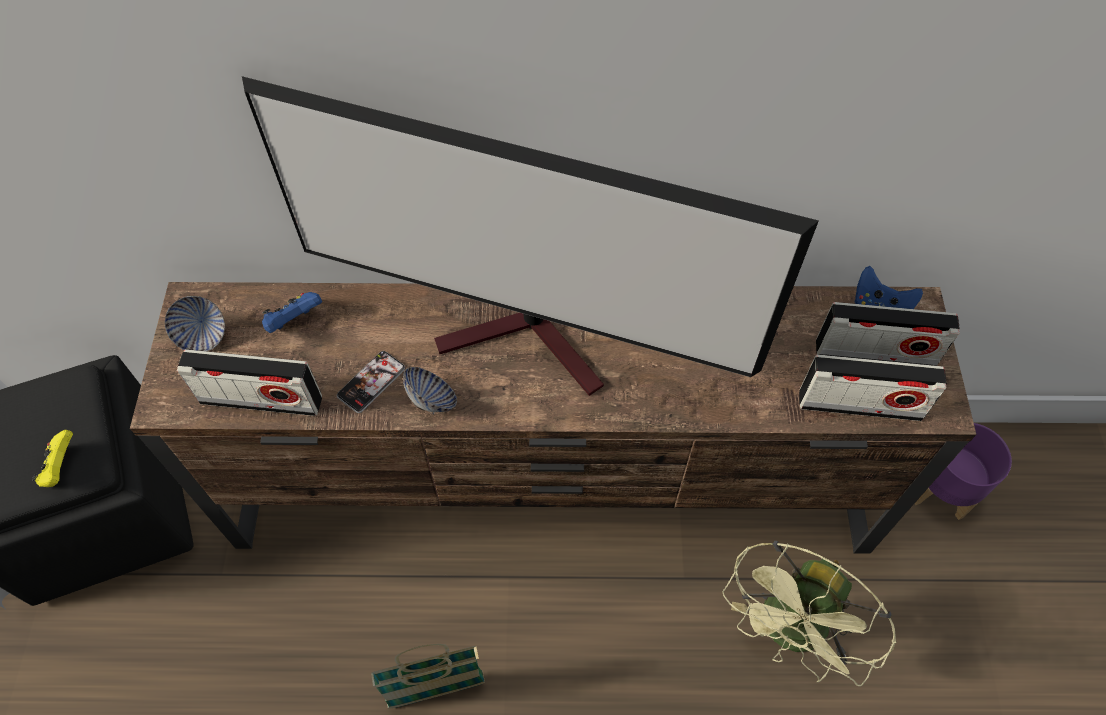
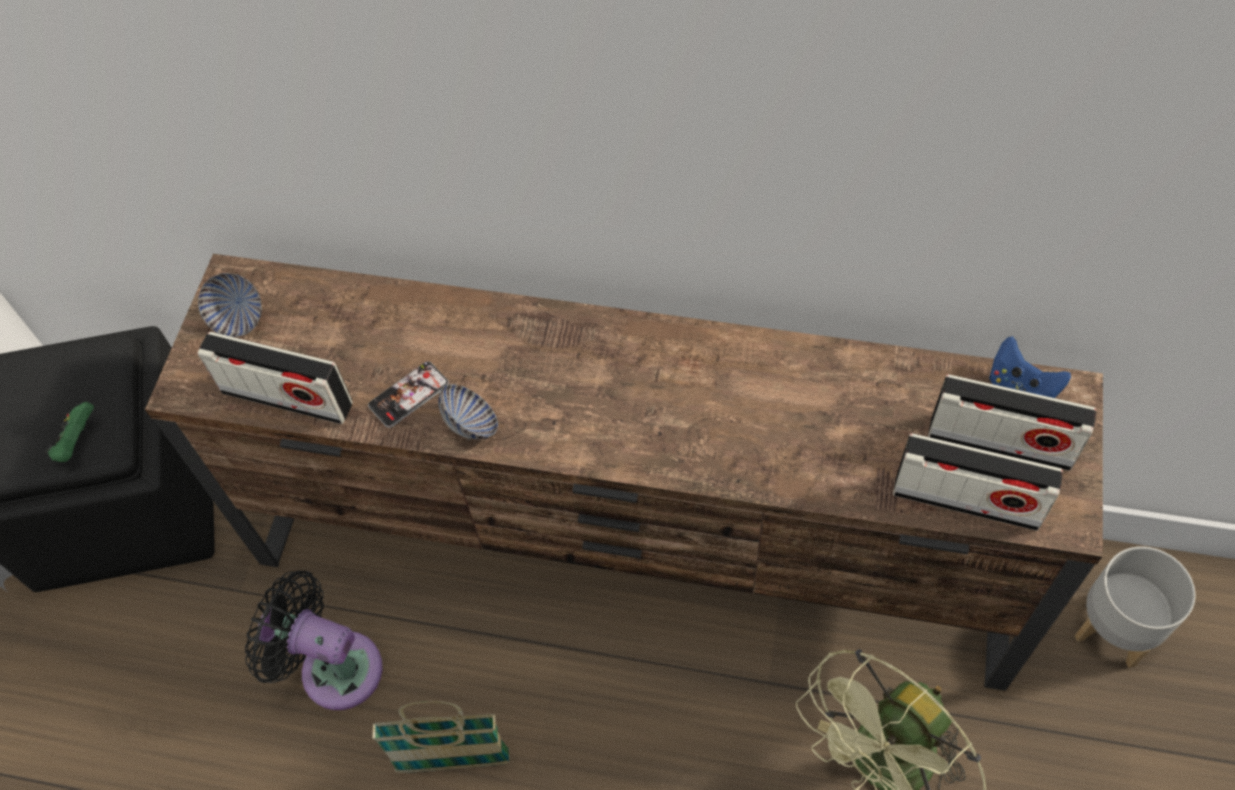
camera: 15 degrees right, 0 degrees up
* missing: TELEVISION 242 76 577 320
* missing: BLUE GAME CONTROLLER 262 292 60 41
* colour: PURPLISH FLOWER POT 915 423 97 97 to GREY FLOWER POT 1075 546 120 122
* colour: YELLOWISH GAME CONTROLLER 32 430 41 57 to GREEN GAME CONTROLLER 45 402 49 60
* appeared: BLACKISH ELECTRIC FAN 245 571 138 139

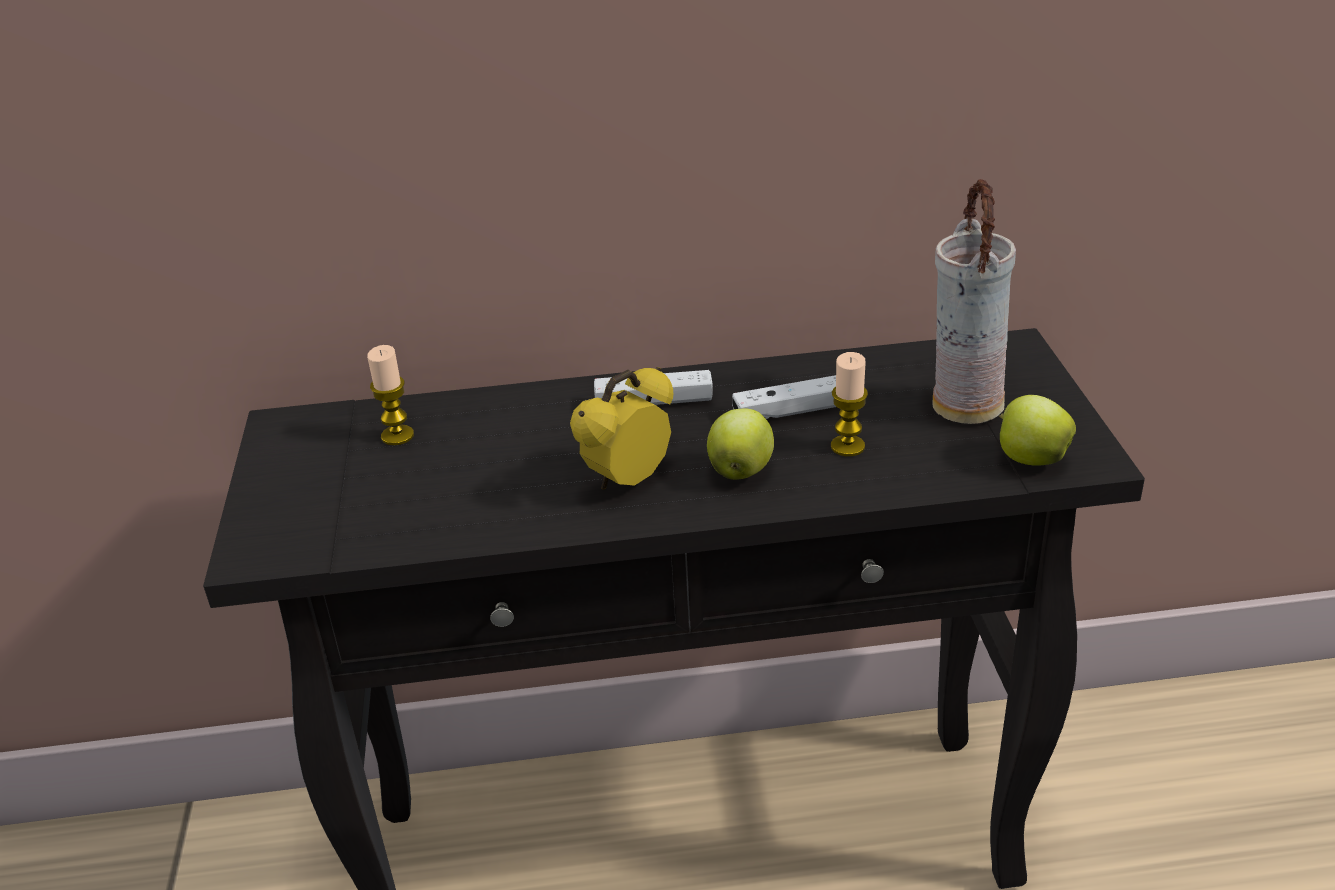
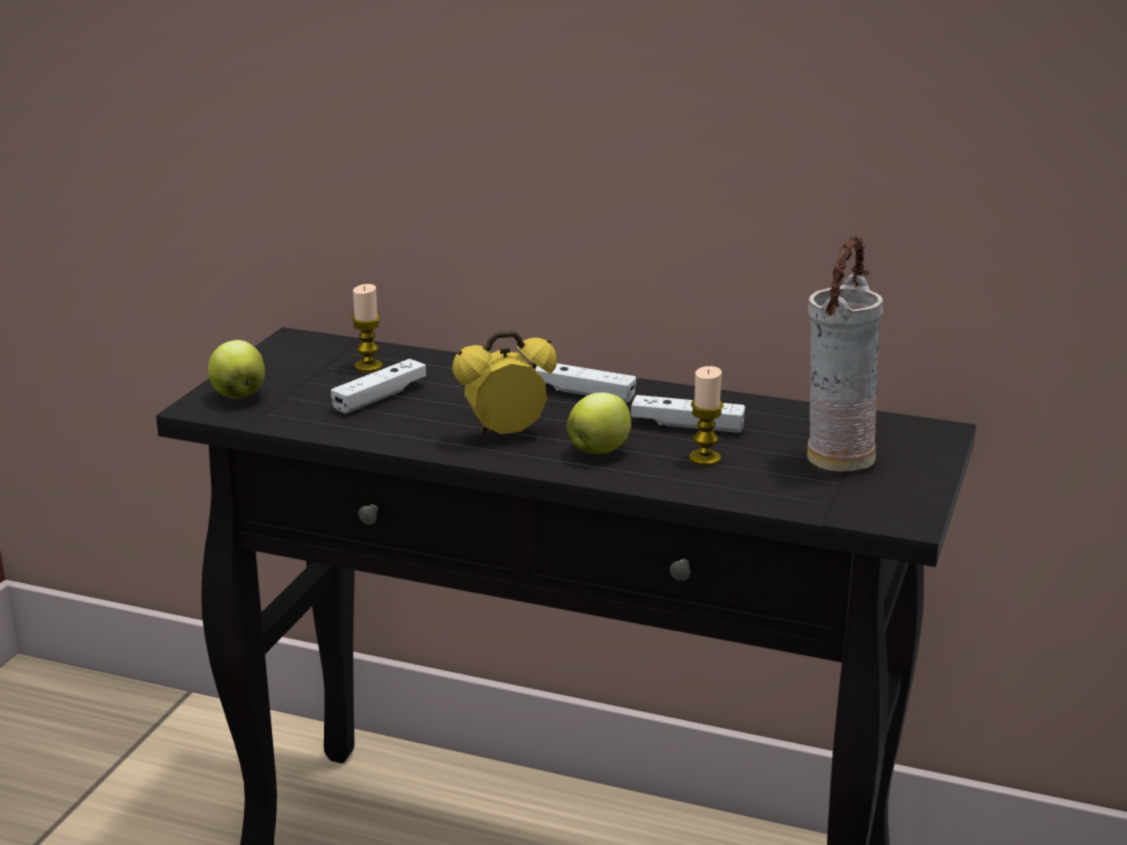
camera: 25 degrees right, 10 degrees down
* relocated: APPLE 999 395 77 71 to 208 340 57 59
* appeared: WHITE GAME CONTROLLER 331 359 96 55

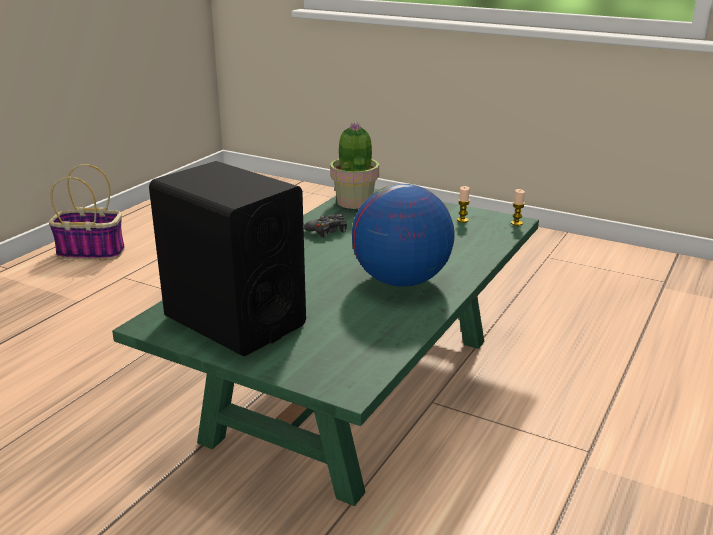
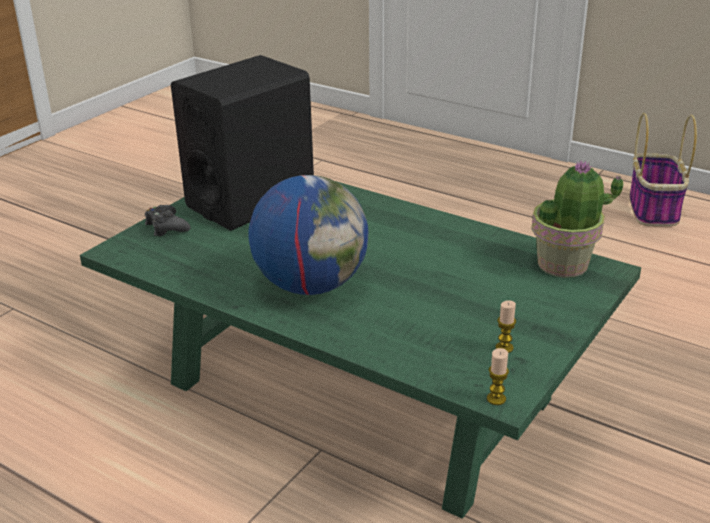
camera: 95 degrees right, 5 degrees up
* relocated: BLACKISH GAME CONTROLLER 304 214 43 24 to 145 205 46 31

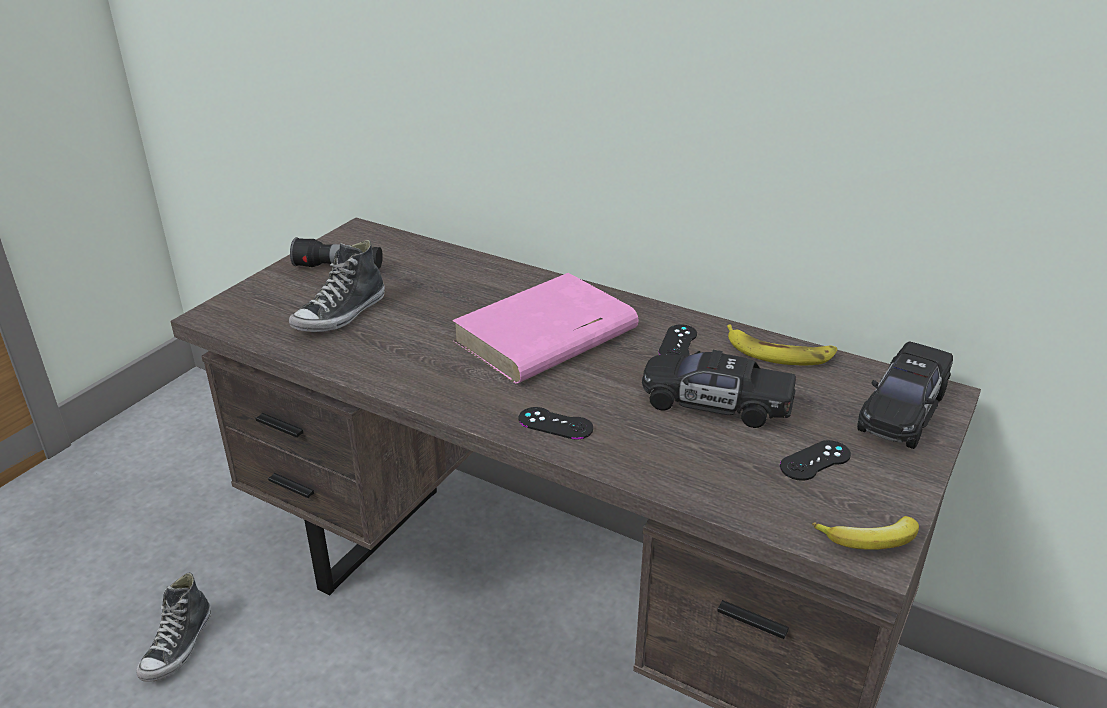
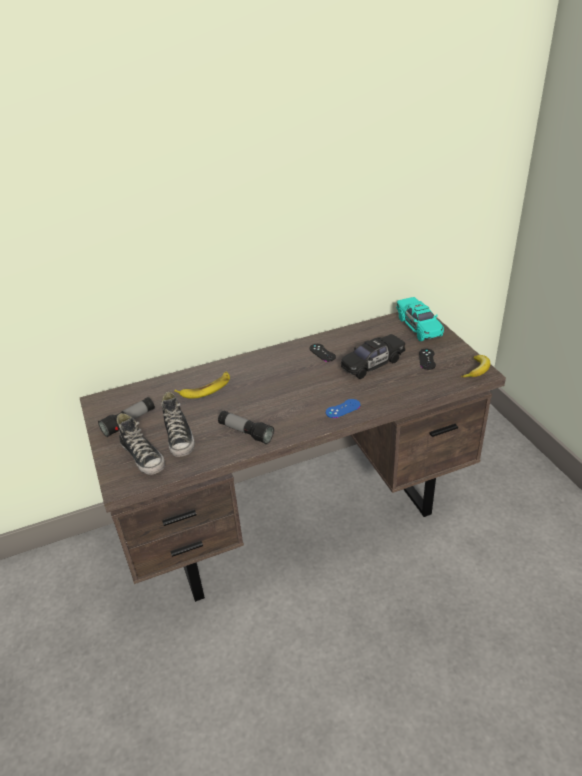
camera: 50 degrees left, 5 degrees up
* missing: PINK-COLOURED BOOK 452 273 187 111
* relocated: WHOLE BANANA 727 325 110 40 to 174 371 56 28
* colour: BLACKISH MINIATURE CAR 857 342 96 107 to TURQUOISE MINIATURE CAR 396 297 48 44
* colour: BLACKISH GAME CONTROLLER 519 407 74 33 to BLUE GAME CONTROLLER 326 399 35 19
* relocated: SHOE 137 573 74 109 to 116 413 49 62
* appeared: FLASHLIGHT 218 411 56 33

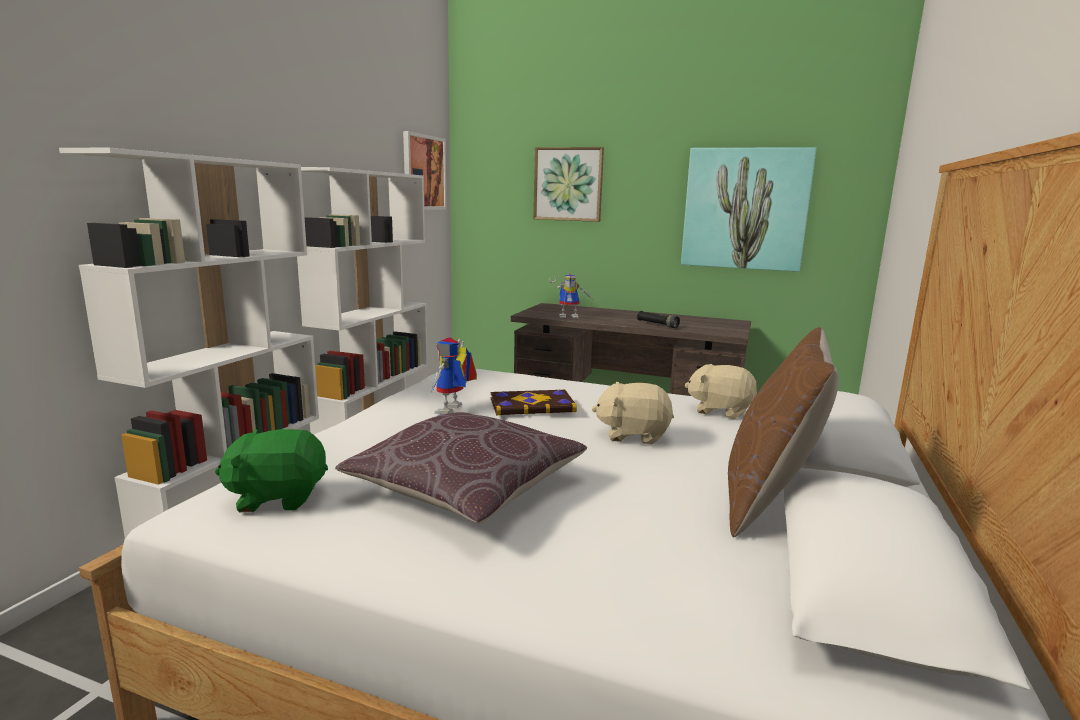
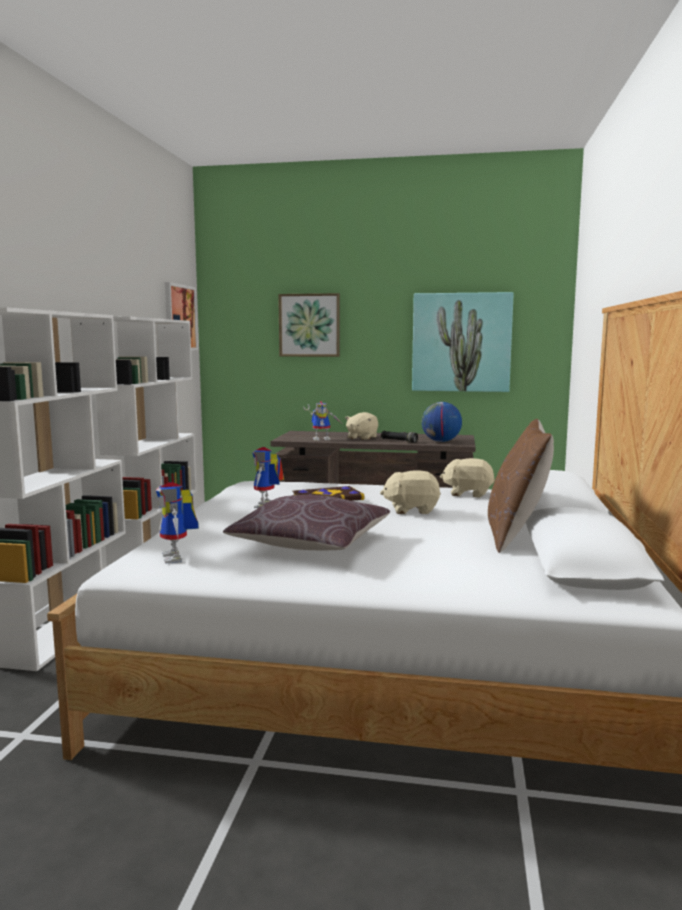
camera: 10 degrees left, 5 degrees down
* exchanged: GREEN SOFT TOY 215 429 113 83 to ROBOT FIGURE 156 482 43 82
* appeared: WORLD GLOBE 422 402 40 40
* appeared: SAND-COLOURED SOFT TOY 345 412 33 28

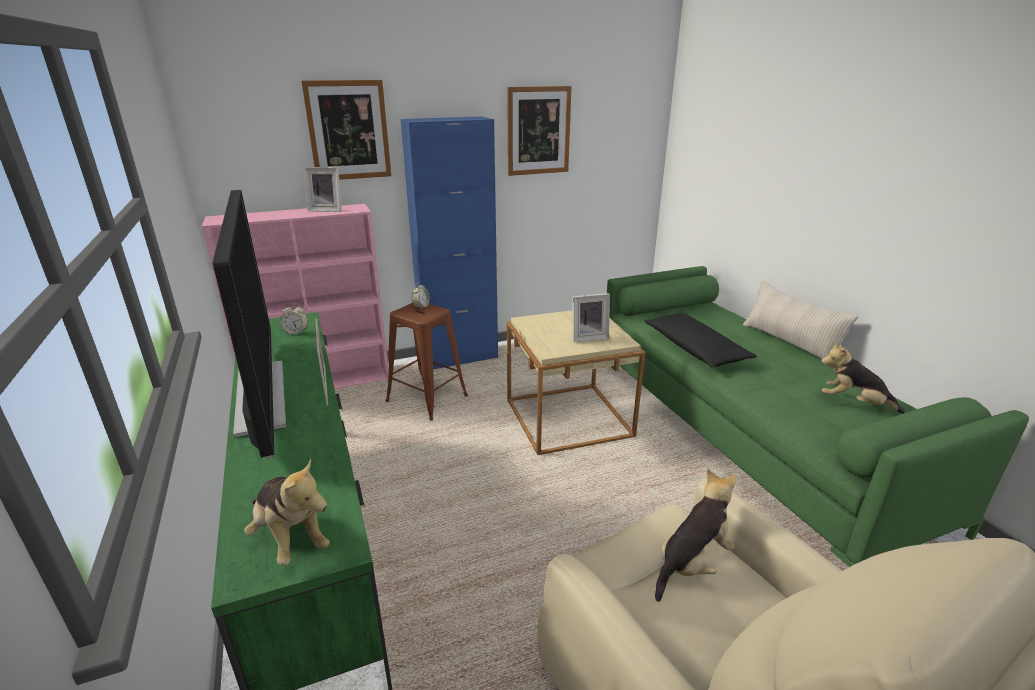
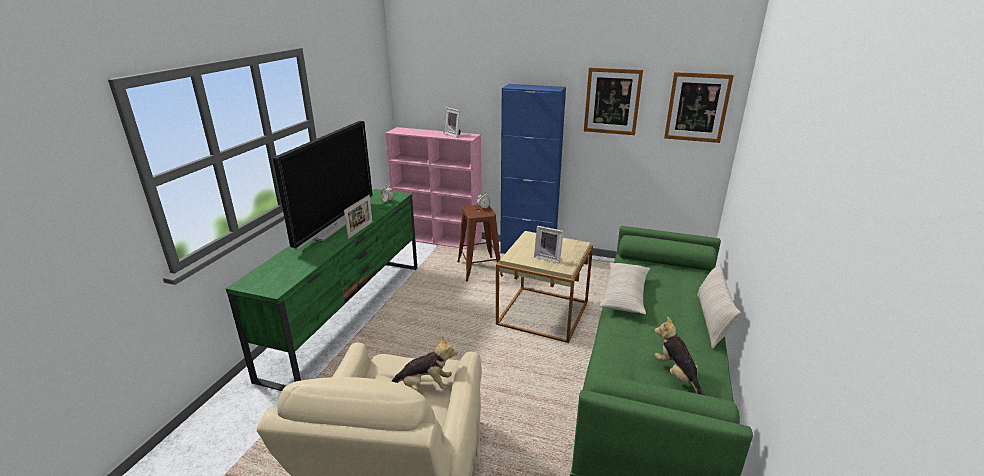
camera: 40 degrees right, 0 degrees up
* relocated: PICTURE 301 80 90 100 to 664 72 70 71
* colour: BLACKISH CUSHION 644 313 113 54 to SAND-COLOURED CUSHION 600 262 50 52
* missing: SOFT TOY 244 458 86 108

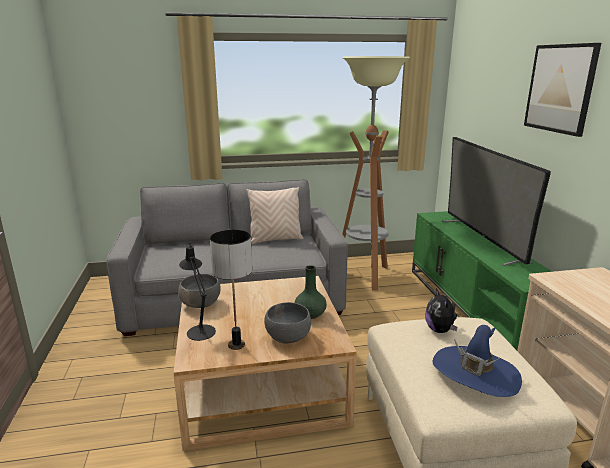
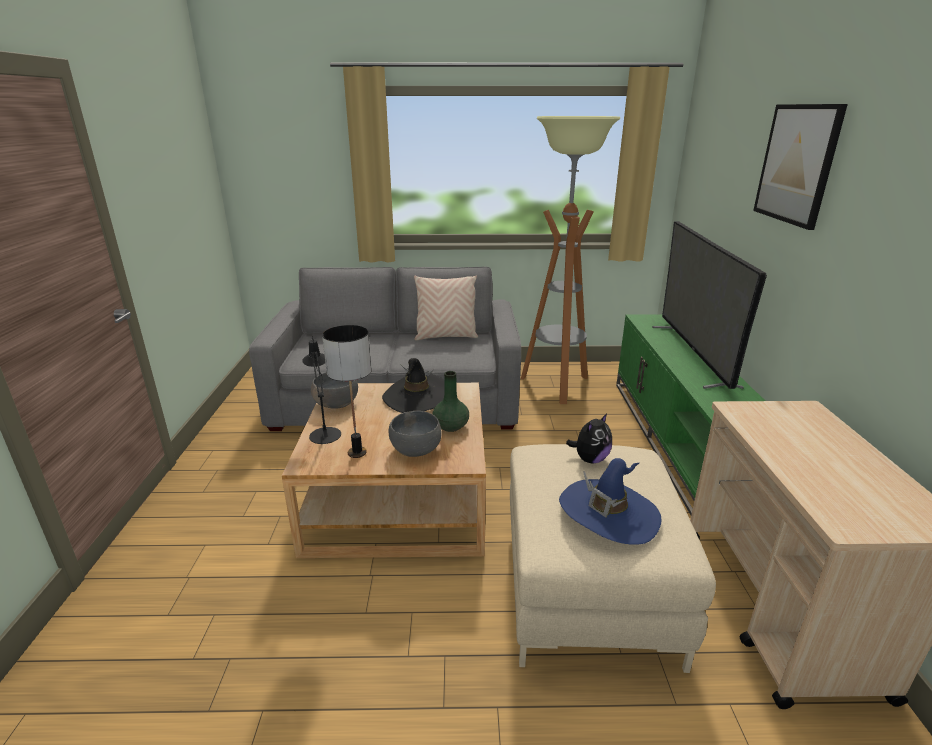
camera: 10 degrees right, 5 degrees up
* spun: SOFT TOY 425 288 32 45 = 566 414 46 49 135 degrees counterclockwise
* appeared: BLACKISH CLOTHING HAT 382 358 63 55

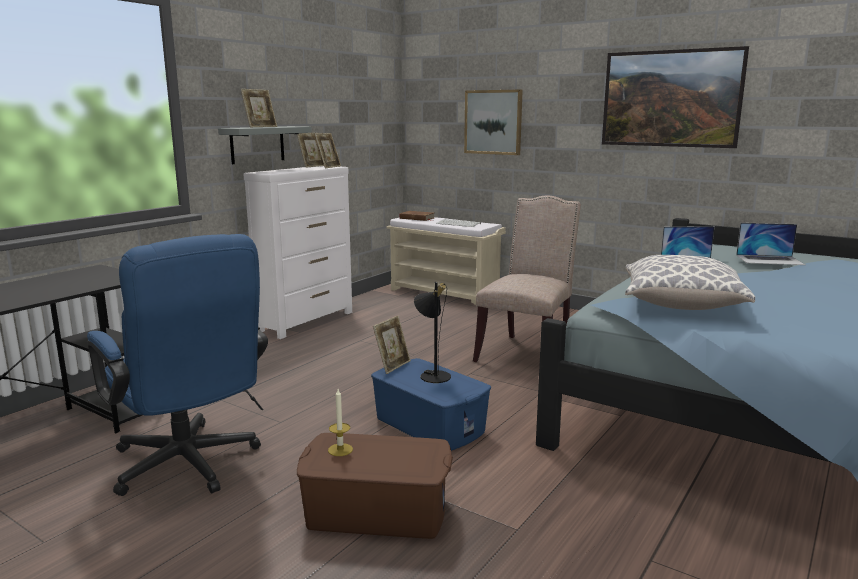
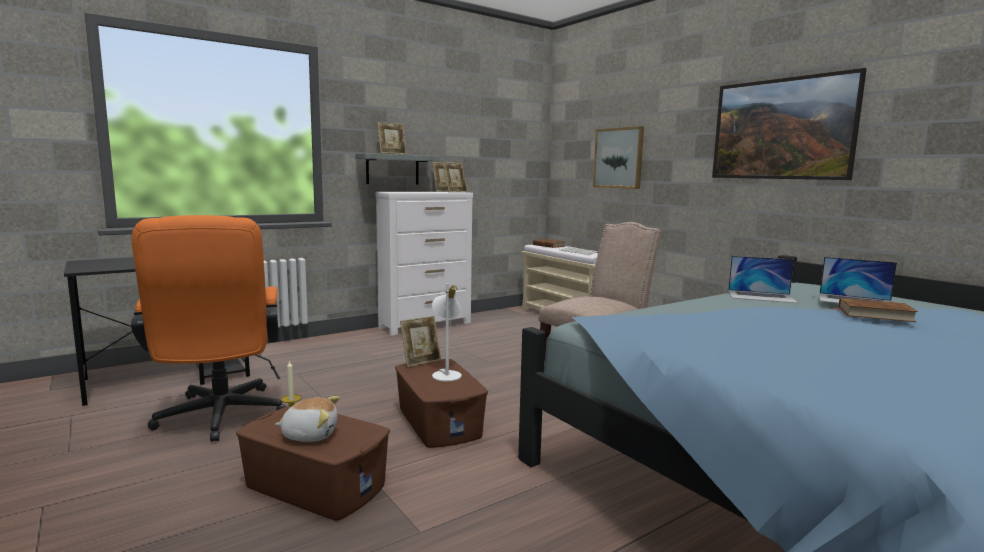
camera: 20 degrees right, 5 degrees down
* colour: BLUE COMPUTER CHAIR 87 234 181 262 to ORANGE-COLOURED COMPUTER CHAIR 131 215 155 227
* missing: CUSHION 625 255 130 55
* colour: BLACKISH TABLE LAMP 414 282 37 101 to WHITE TABLE LAMP 432 283 30 98
* colour: BLUE STORAGE BIN 371 358 120 93 to BROWN-COLOURED STORAGE BIN 395 359 93 89
* appeared: BROWN-COLOURED BOOK 829 298 89 24
* appeared: SOFT TOY 275 396 65 46

